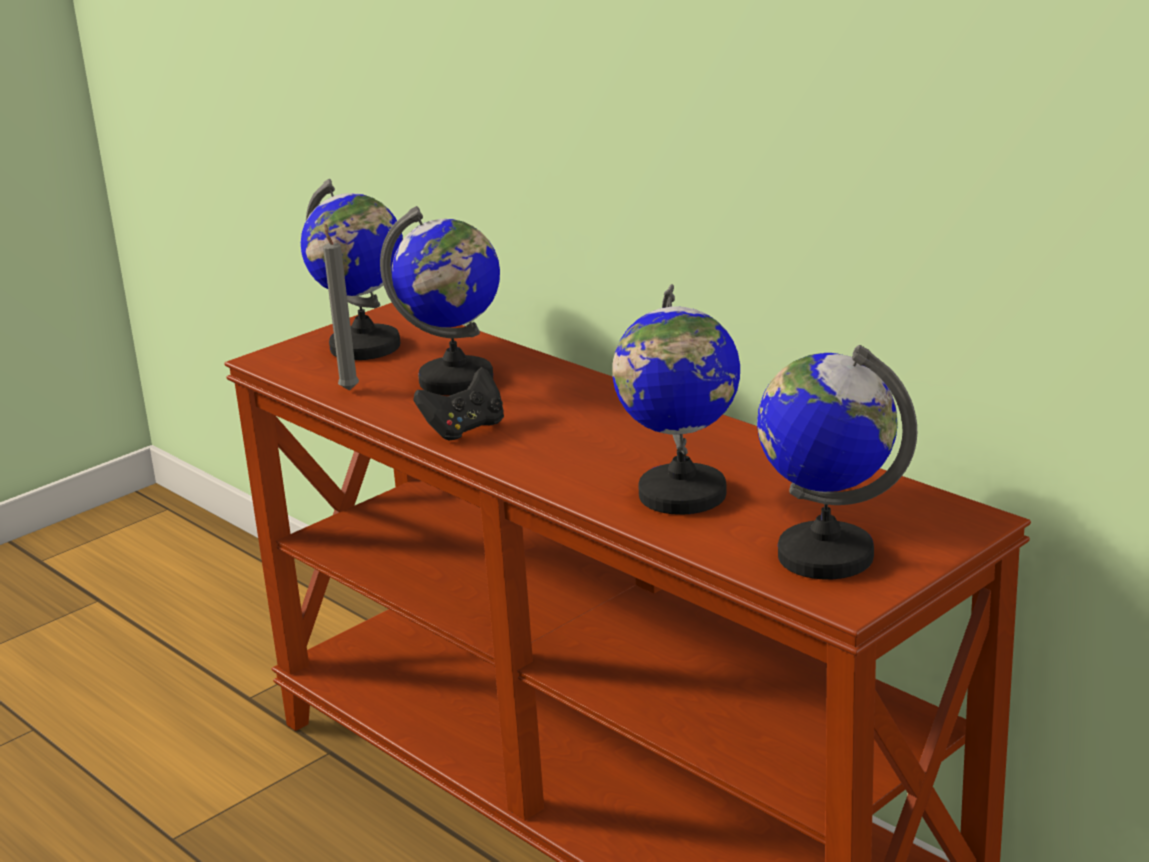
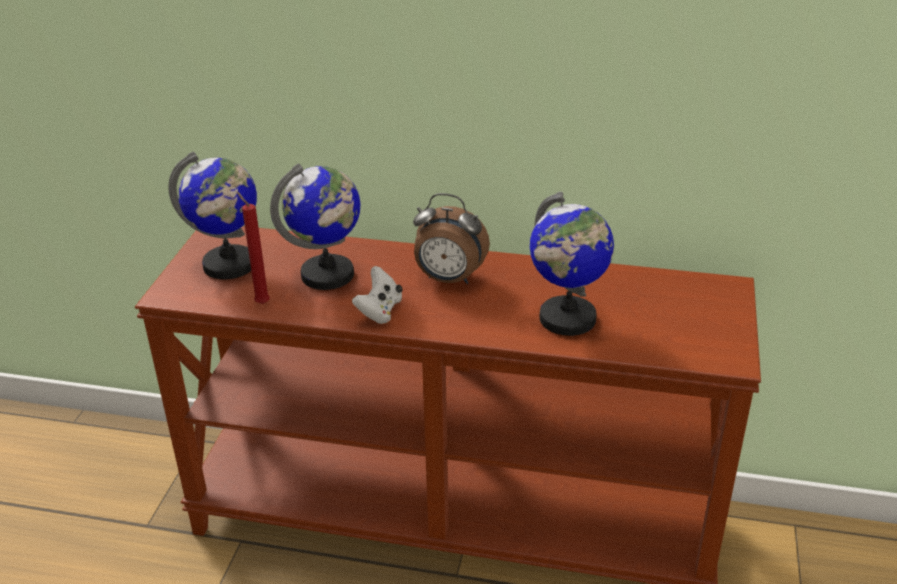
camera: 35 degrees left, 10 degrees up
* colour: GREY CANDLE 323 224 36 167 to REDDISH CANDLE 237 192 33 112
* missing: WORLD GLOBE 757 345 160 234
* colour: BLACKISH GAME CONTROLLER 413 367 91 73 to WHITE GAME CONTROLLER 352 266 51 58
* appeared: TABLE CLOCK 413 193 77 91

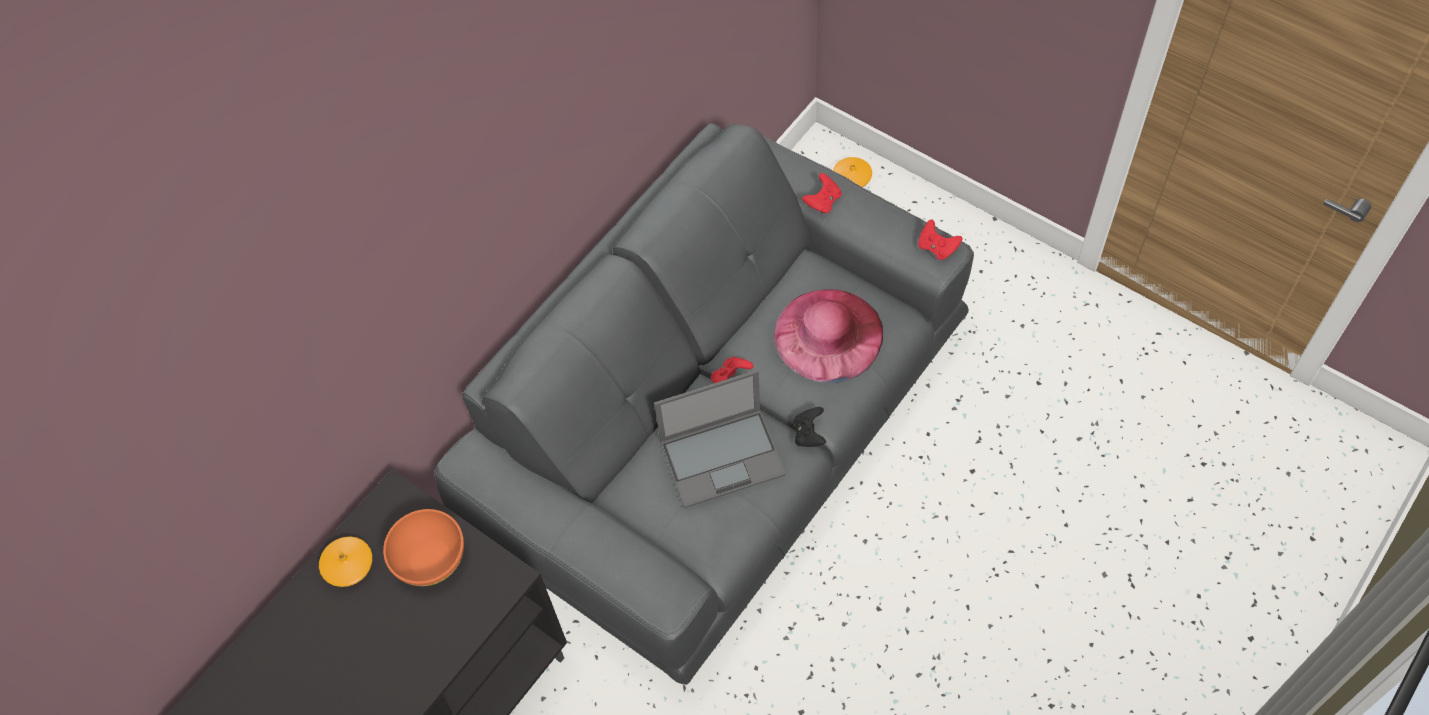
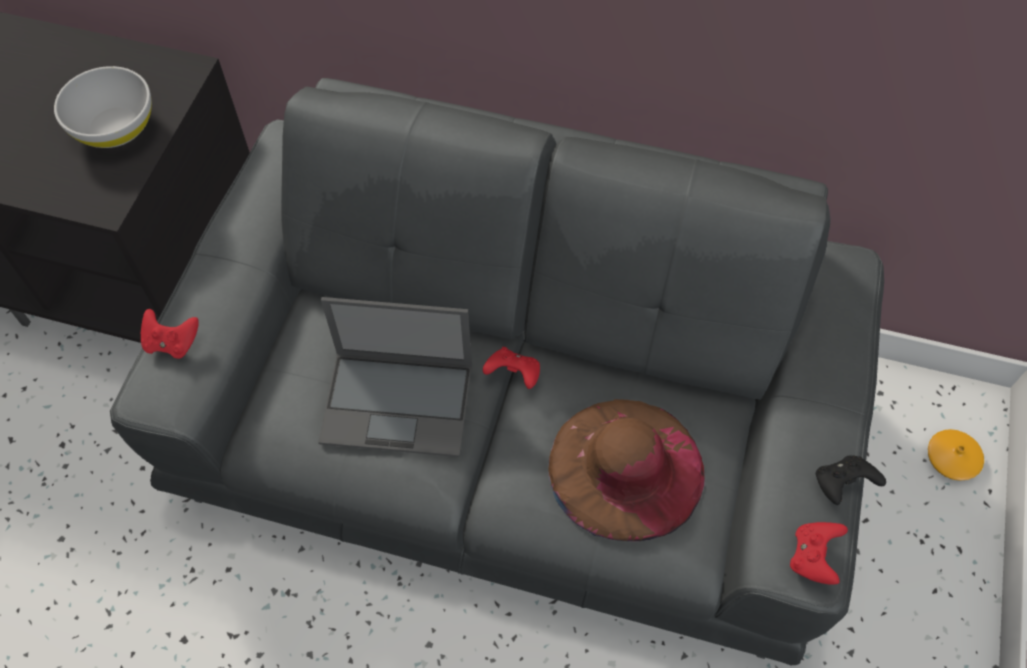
camera: 65 degrees right, 0 degrees up
* relocated: REDDISH GAME CONTROLLER 802 173 39 40 to 141 309 58 50
* colour: PINK-COLOURED CLOTHING HAT 774 289 109 94 to BROWN-COLOURED CLOTHING HAT 548 399 157 142
* spun: PORTABLE COMPUTER 654 370 132 138 = 318 297 154 160 45 degrees counterclockwise
* relocated: BLACKISH GAME CONTROLLER 793 407 33 40 to 816 455 70 50
* colour: ORANGE-COLOURED SERVING BOWL 383 509 81 77 to WHITE SERVING BOWL 54 66 98 82
* missing: ORANGE-COLOURED VASE 319 537 53 50

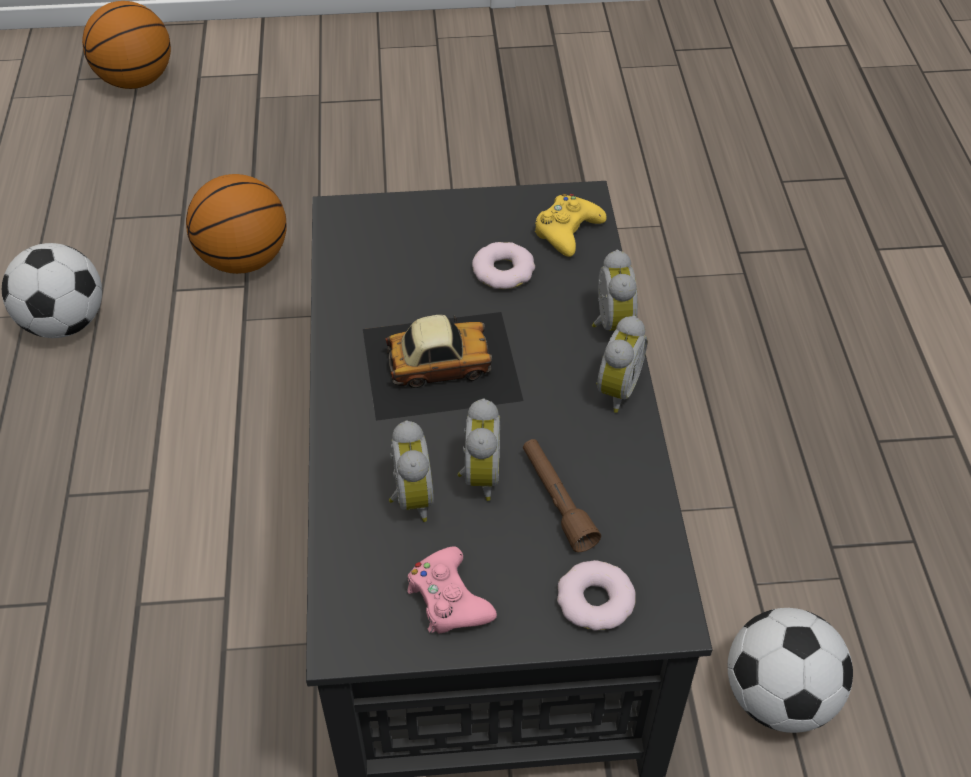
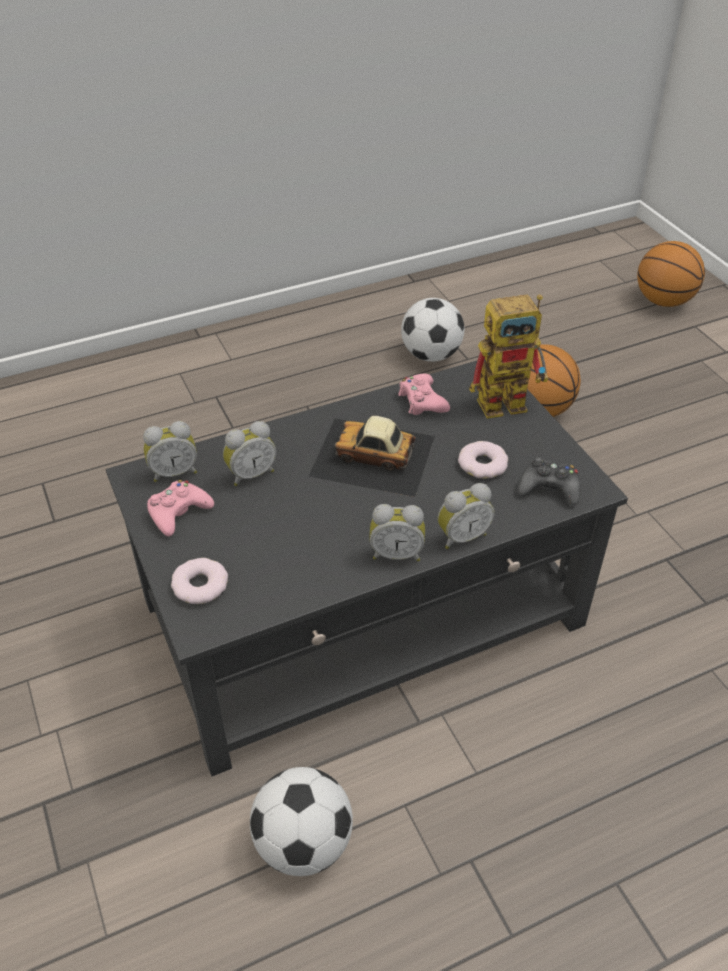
camera: 70 degrees right, 5 degrees down
* colour: YELLOWISH GAME CONTROLLER 534 194 73 63 to BLACKISH GAME CONTROLLER 518 457 63 49
* spun: MINIATURE CAR 363 312 160 109 = 309 416 126 81 135 degrees clockwise
* relocated: TABLE CLOCK 457 399 43 102 to 143 421 54 61
* missing: BROWN-COLOURED FLASHLIGHT 523 439 78 113
* appeared: ROBOT FIGURE 469 294 80 125
* appeared: PINK-COLOURED GAME CONTROLLER 398 374 52 41

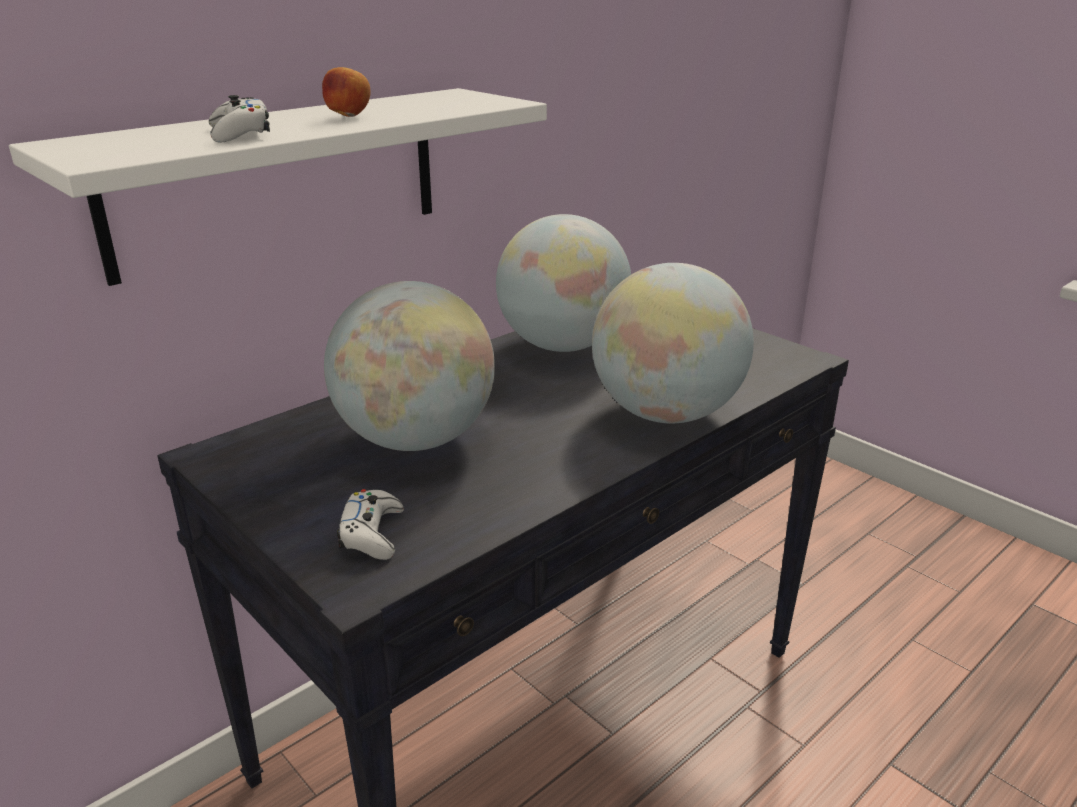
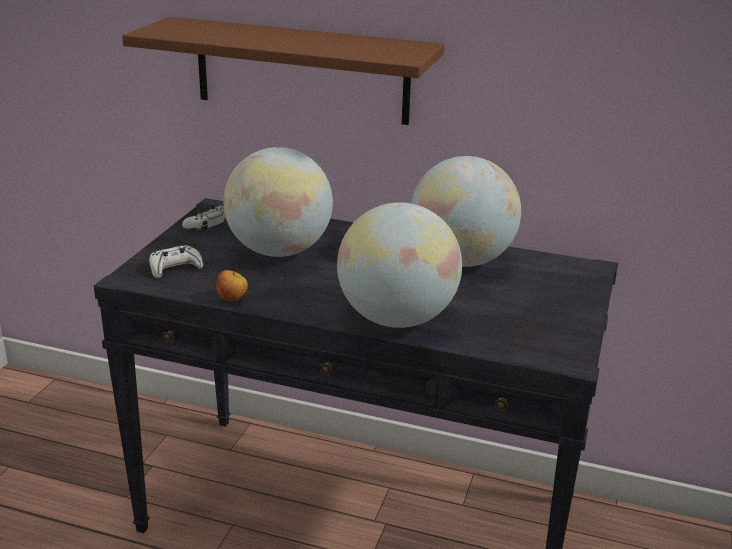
camera: 60 degrees right, 0 degrees up
* relocated: APPLE 322 67 49 50 to 216 270 32 32
* colour: WHITE WALL SHELF 9 88 538 198 to BROWN-COLOURED WALL SHELF 122 17 322 108
* relocated: WHITE GAME CONTROLLER 209 95 61 48 to 182 205 45 26

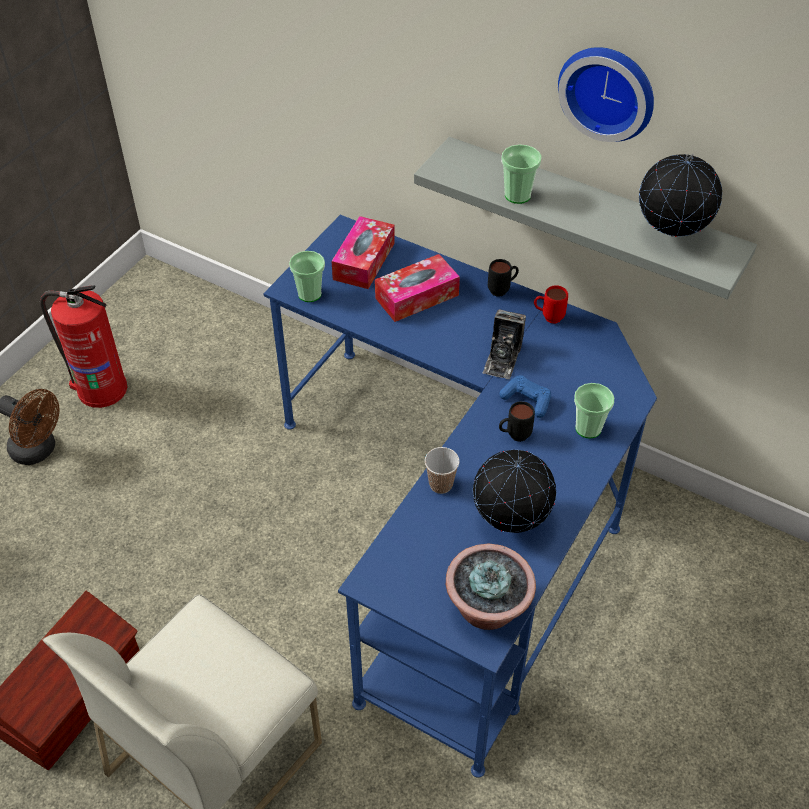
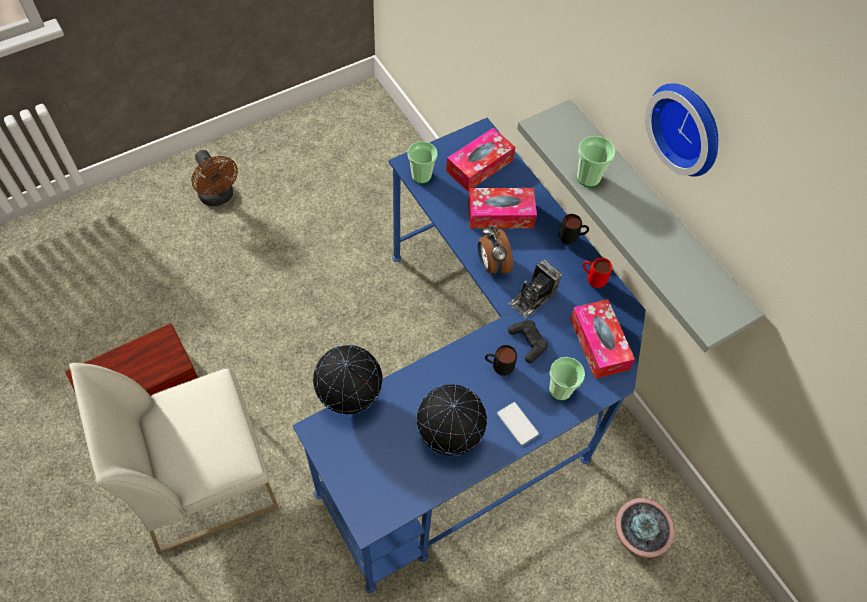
camera: 25 degrees right, 10 degrees up
* relocated: WORLD GLOBE 639 153 83 84 to 313 345 70 69
* missing: EXTINGUISHER 40 285 87 123
* colour: BLUE GAME CONTROLLER 499 375 52 43 to BLACKISH GAME CONTROLLER 508 320 40 43
* missing: DRINKING CUP 425 447 35 47
* relocated: HOUSEPLANT 446 543 90 87 to 615 498 59 60
* appeared: TABLE CLOCK 478 224 35 52
* appeared: TISSUE HOLDER 570 299 65 80
* appeared: HANDSET 497 402 42 44

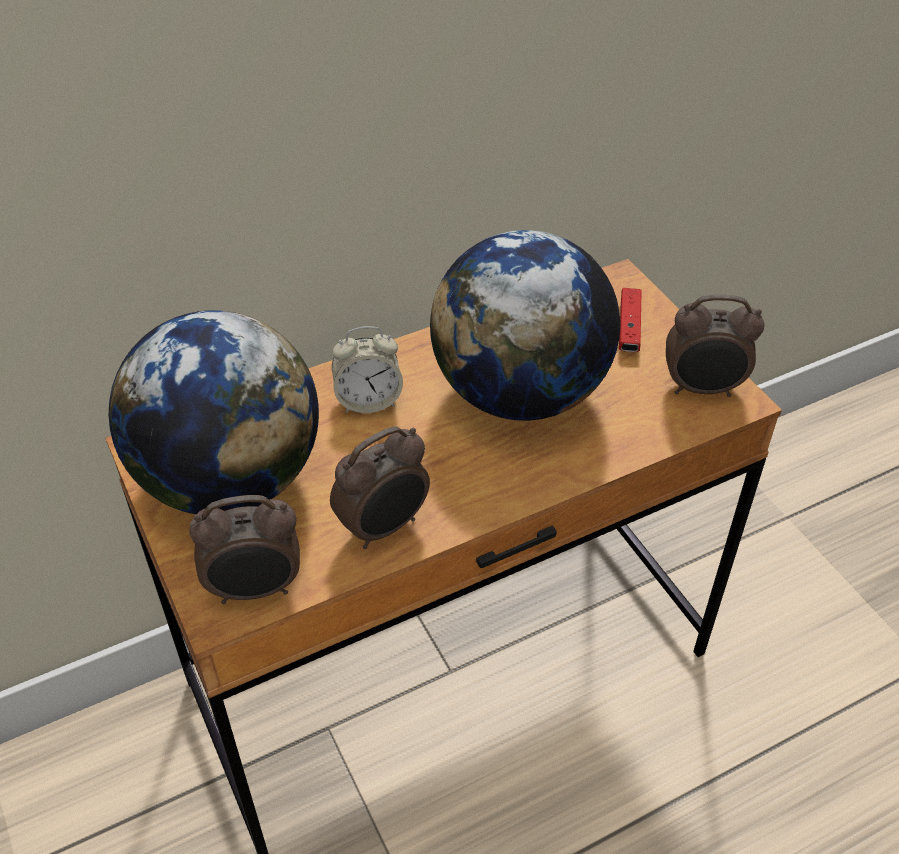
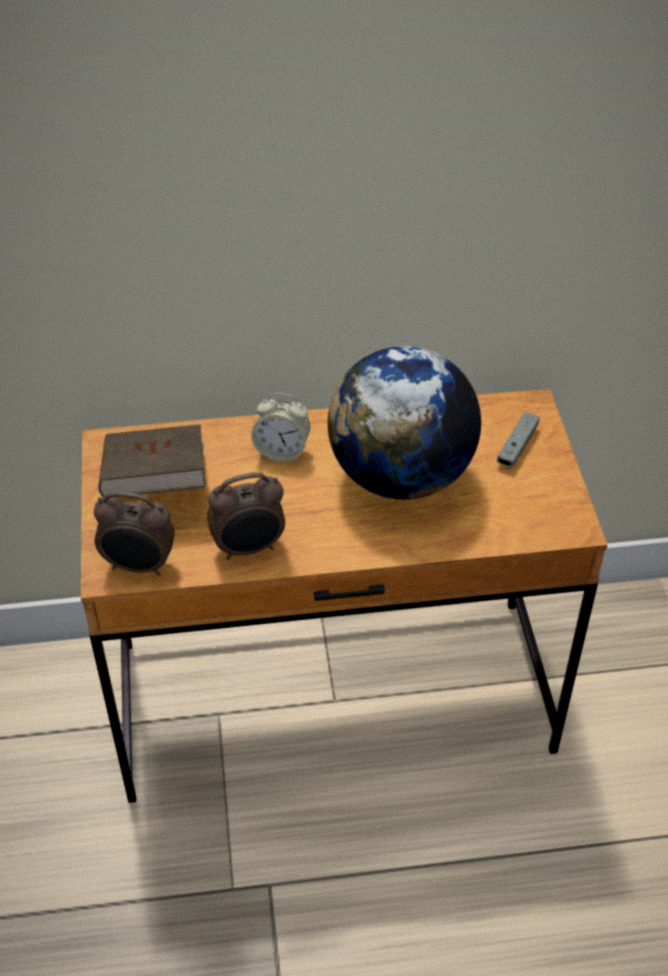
camera: 20 degrees right, 0 degrees up
* colour: REDDISH GAME CONTROLLER 619 288 23 64 to GREY GAME CONTROLLER 497 412 43 55
* missing: TABLE CLOCK 666 295 98 102
* exchanged: WORLD GLOBE 109 310 210 204 to BROWN-COLOURED BOOK 98 424 108 73

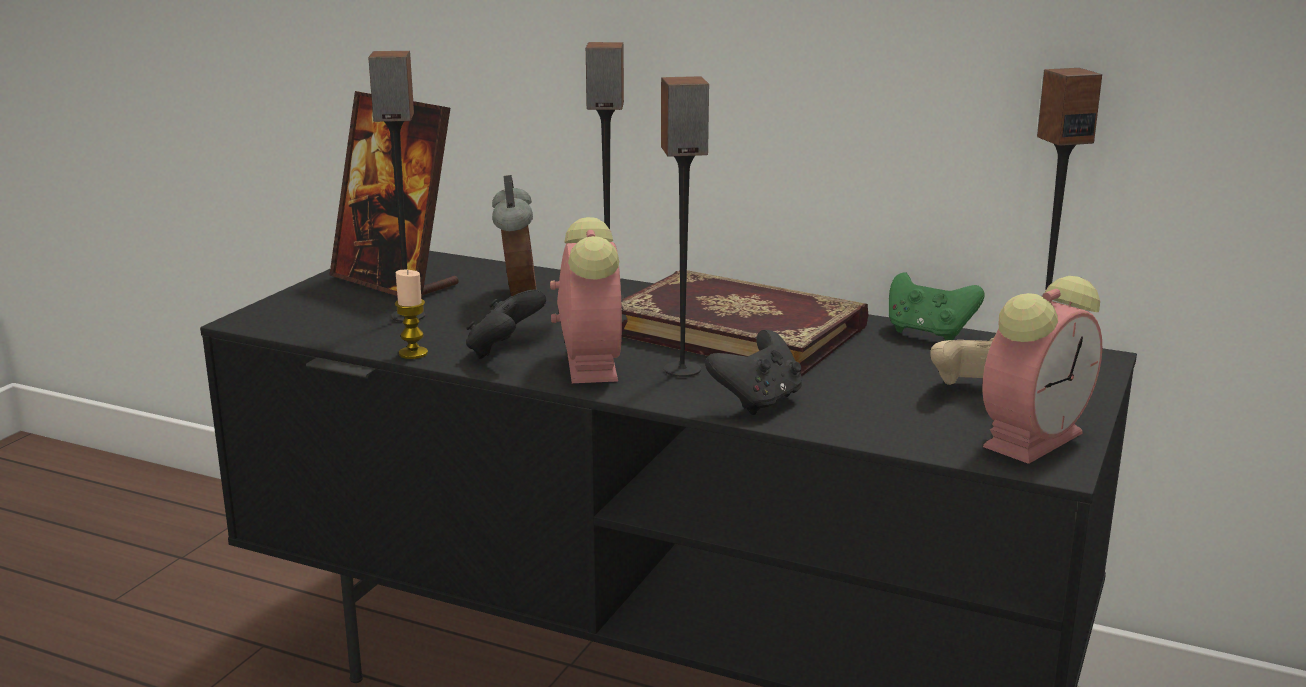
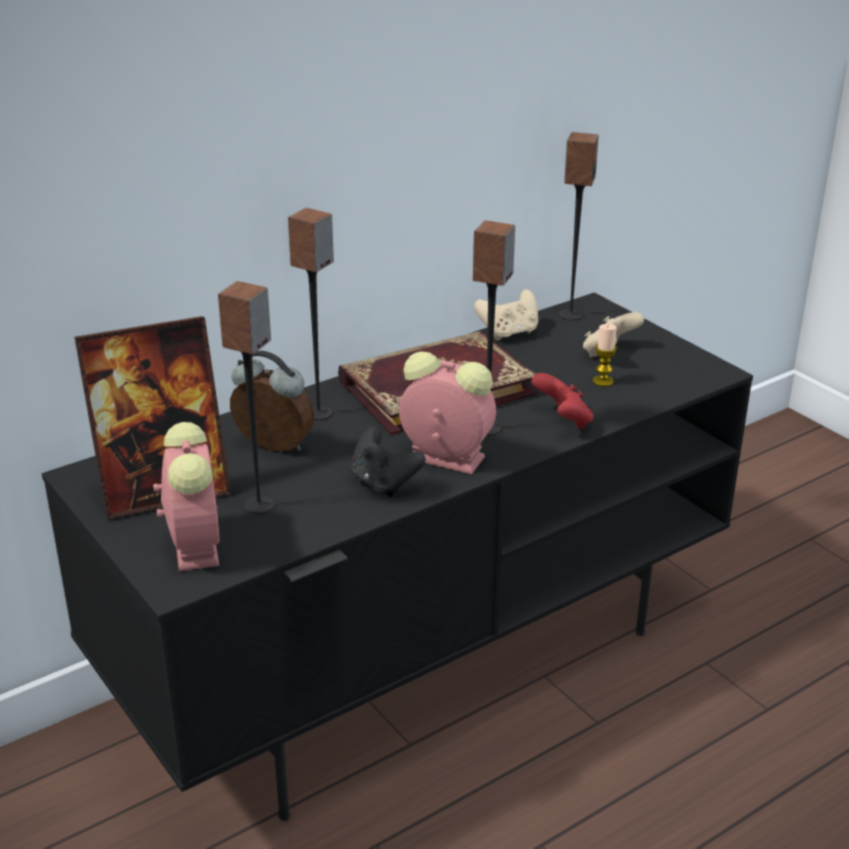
camera: 60 degrees left, 10 degrees up
* relocated: CANDLE 395 270 33 89 to 593 324 24 63
* colour: GREEN GAME CONTROLLER 889 273 96 68 to SAND-COLOURED GAME CONTROLLER 474 289 64 52
* relocated: TABLE CLOCK 982 276 120 188 to 153 422 67 149
* colour: BLACKISH GAME CONTROLLER 705 330 97 85 to REDDISH GAME CONTROLLER 531 373 62 56

